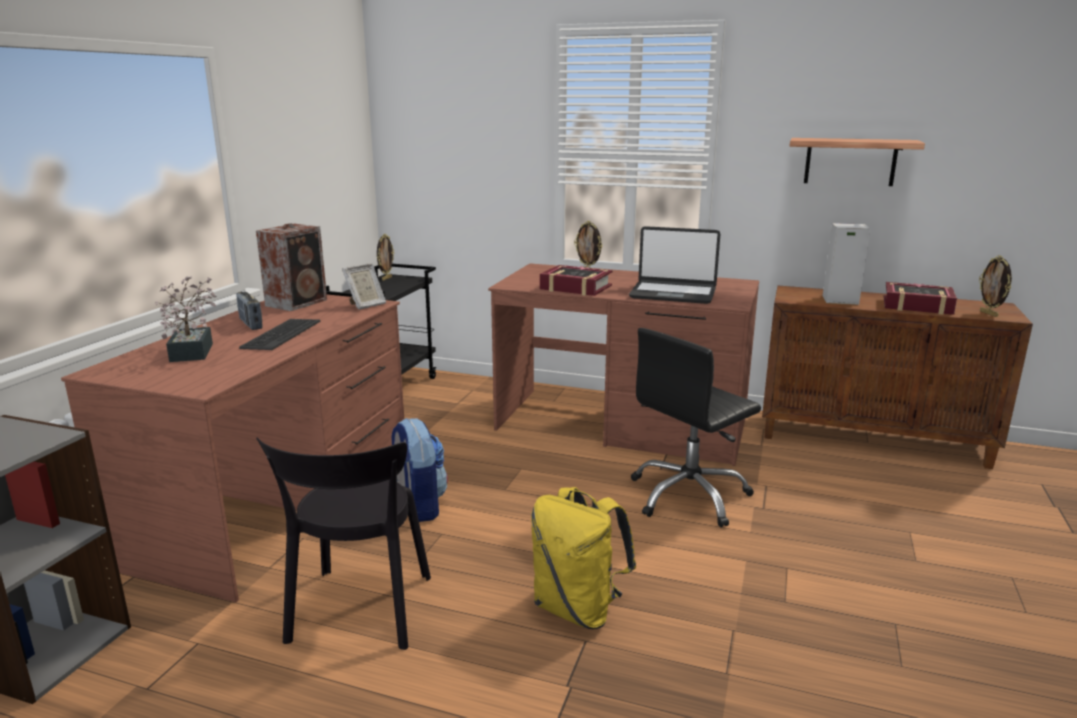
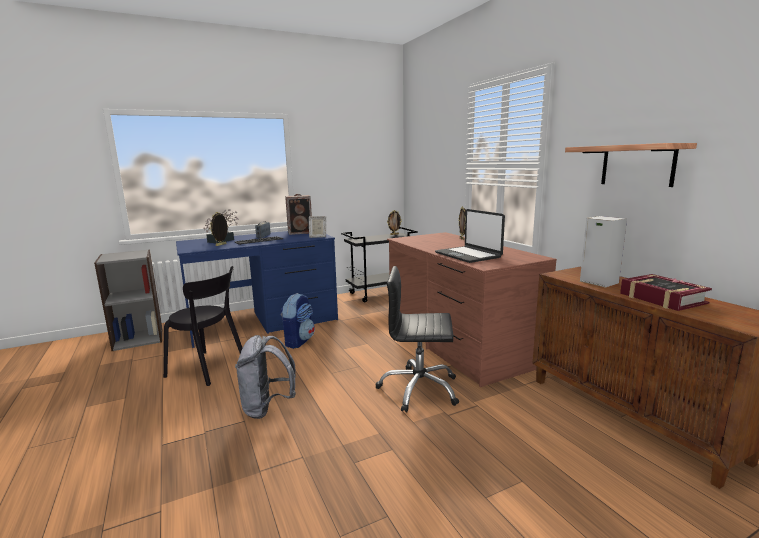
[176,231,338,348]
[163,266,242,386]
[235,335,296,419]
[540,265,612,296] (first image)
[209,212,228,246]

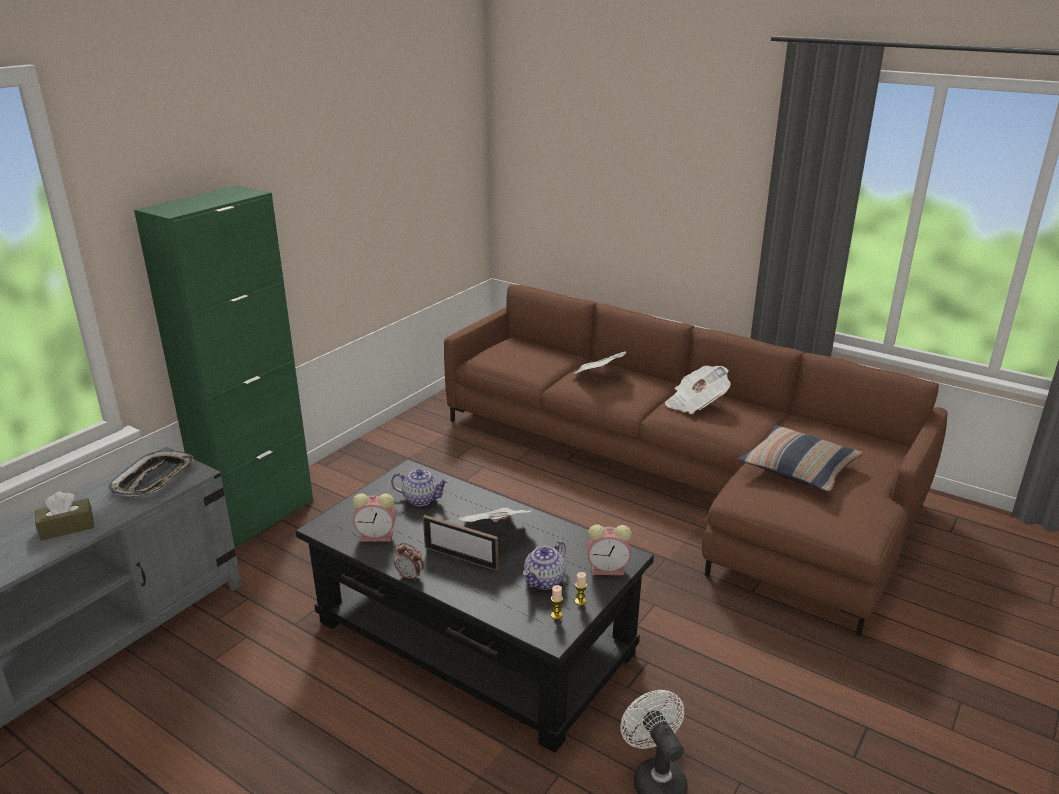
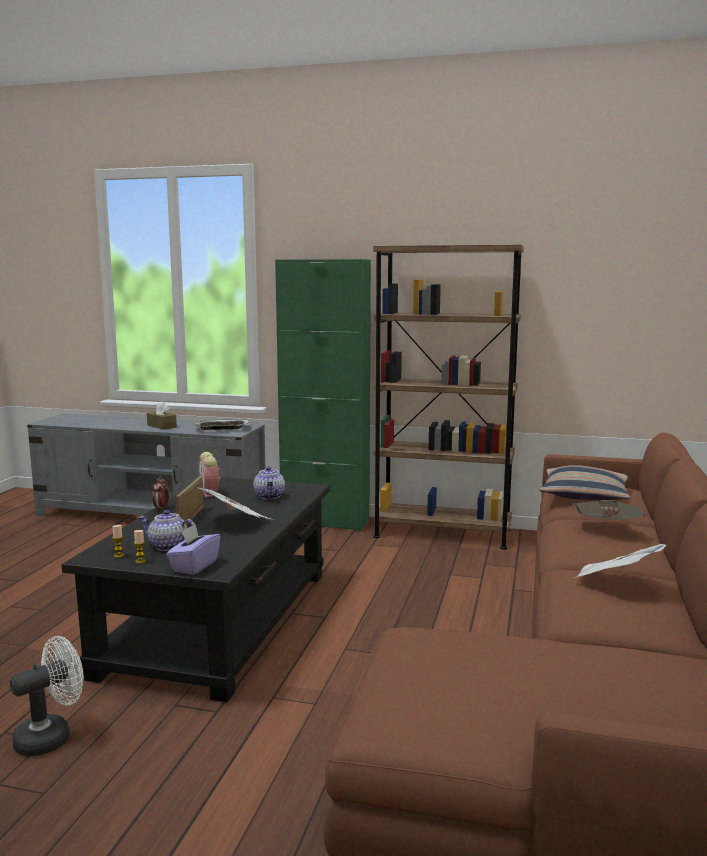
[166,524,221,575]
[540,465,630,500]
[373,245,524,550]

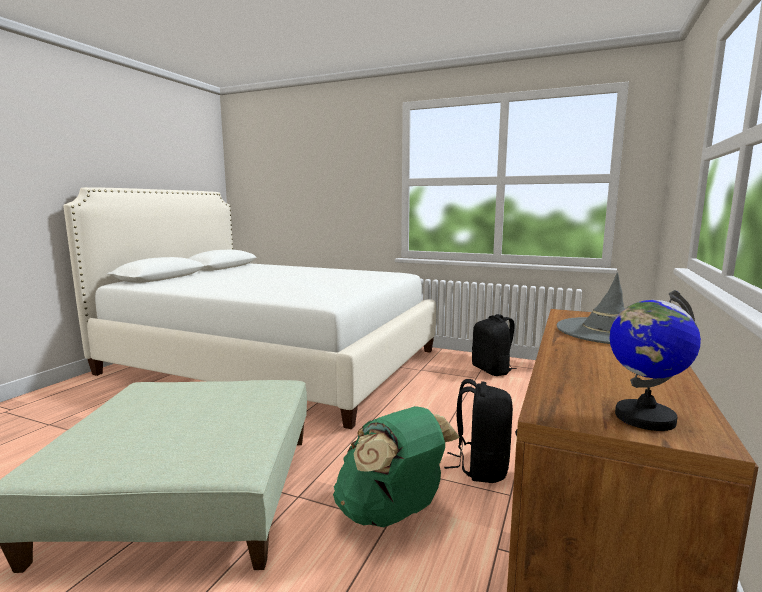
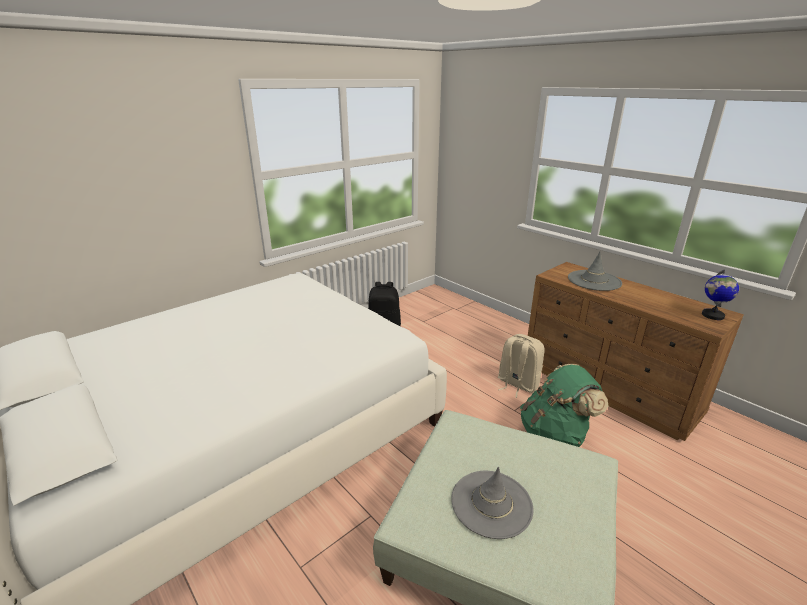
[498,334,545,398]
[451,467,534,539]

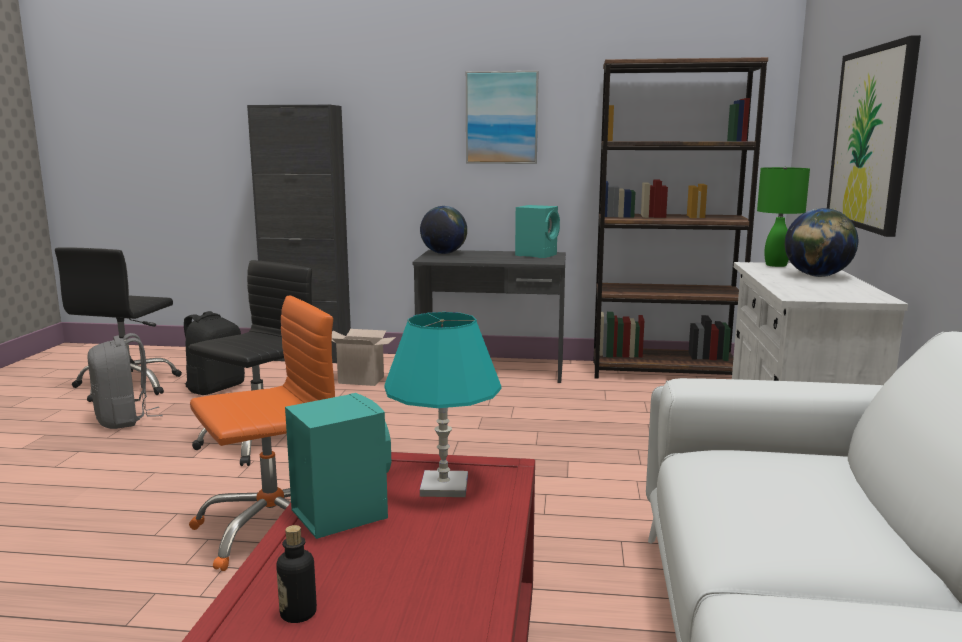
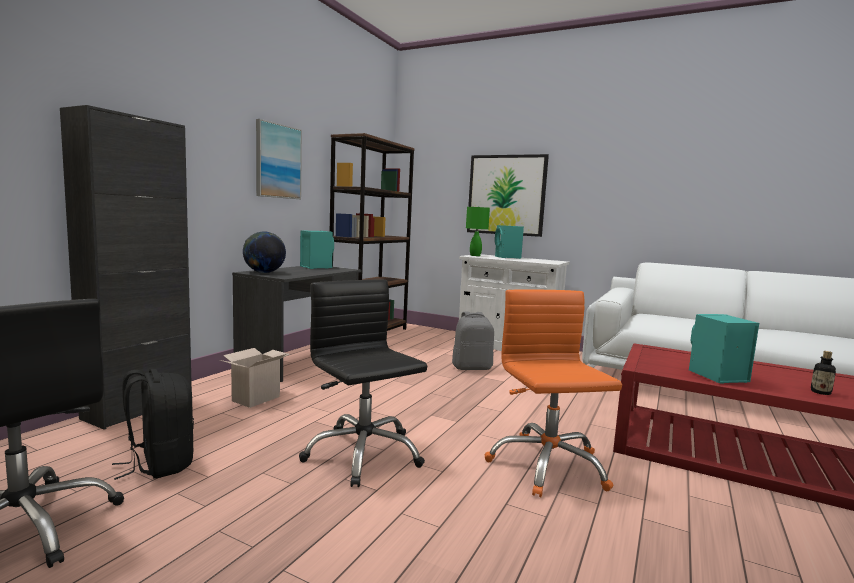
[452,312,494,370]
[384,312,502,497] (first image)
[495,225,524,259]

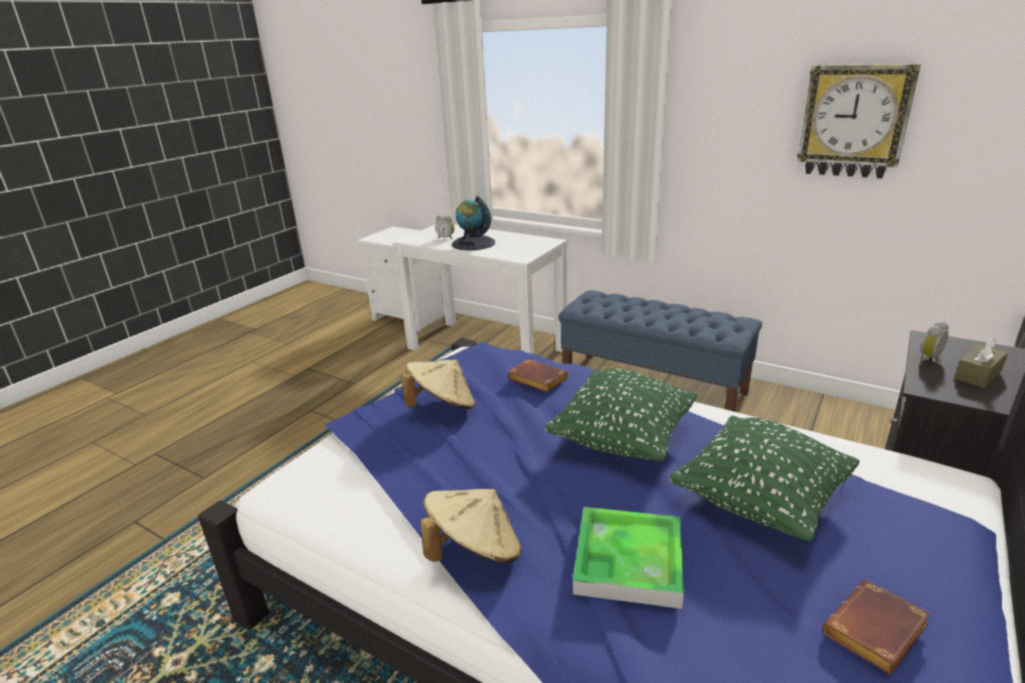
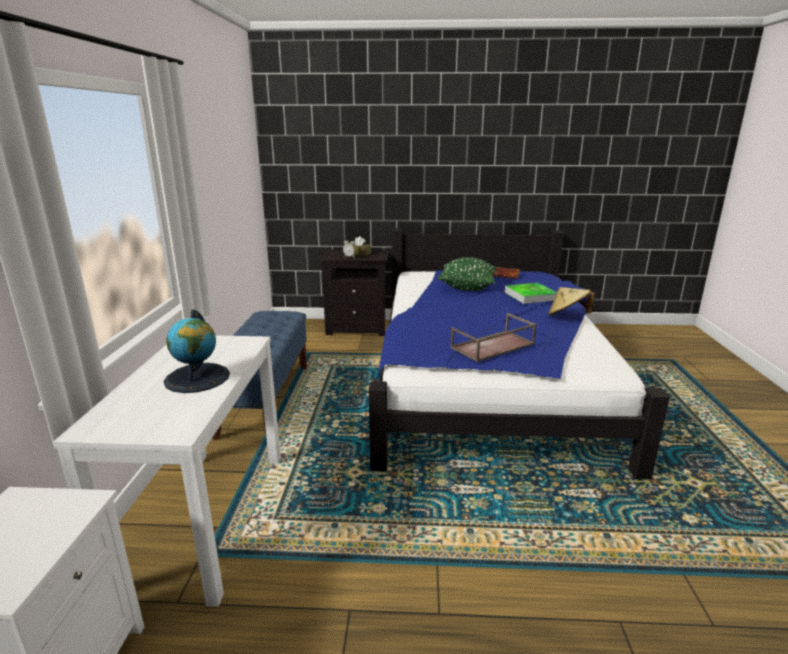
[450,313,537,362]
[435,215,455,240] (first image)
[508,359,568,392] (first image)
[545,369,698,461] (first image)
[797,64,921,179] (first image)

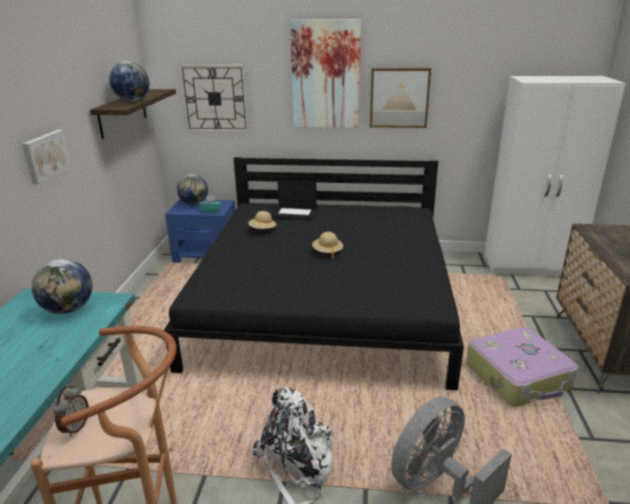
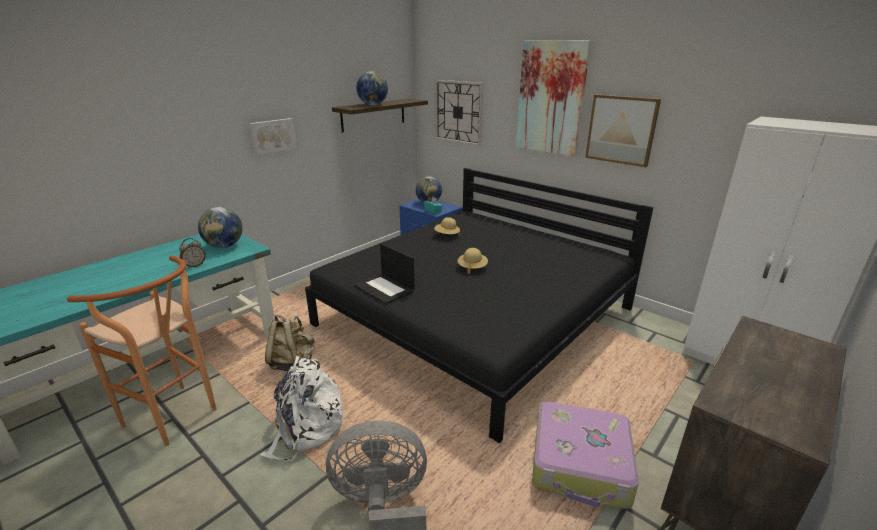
[179,238,206,268]
[354,243,415,305]
[265,315,315,371]

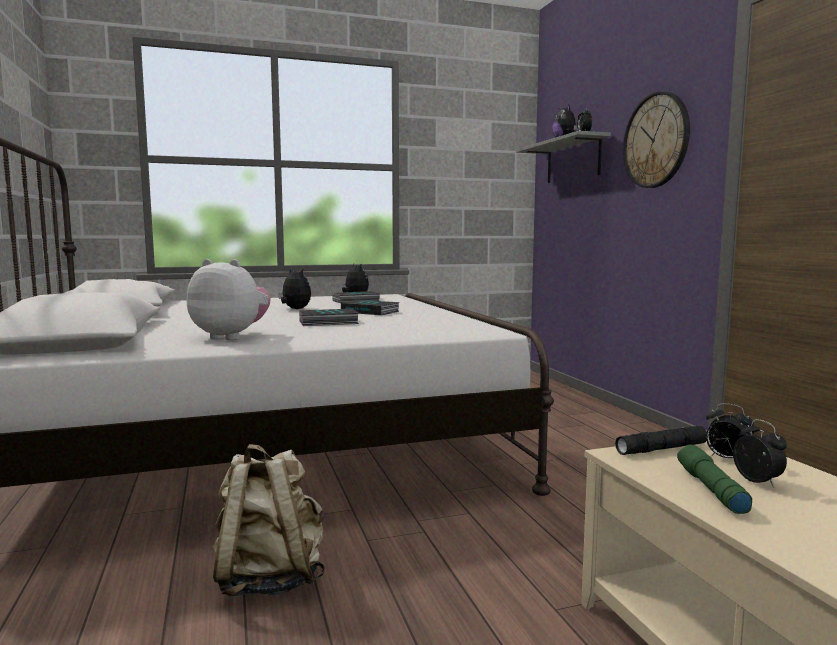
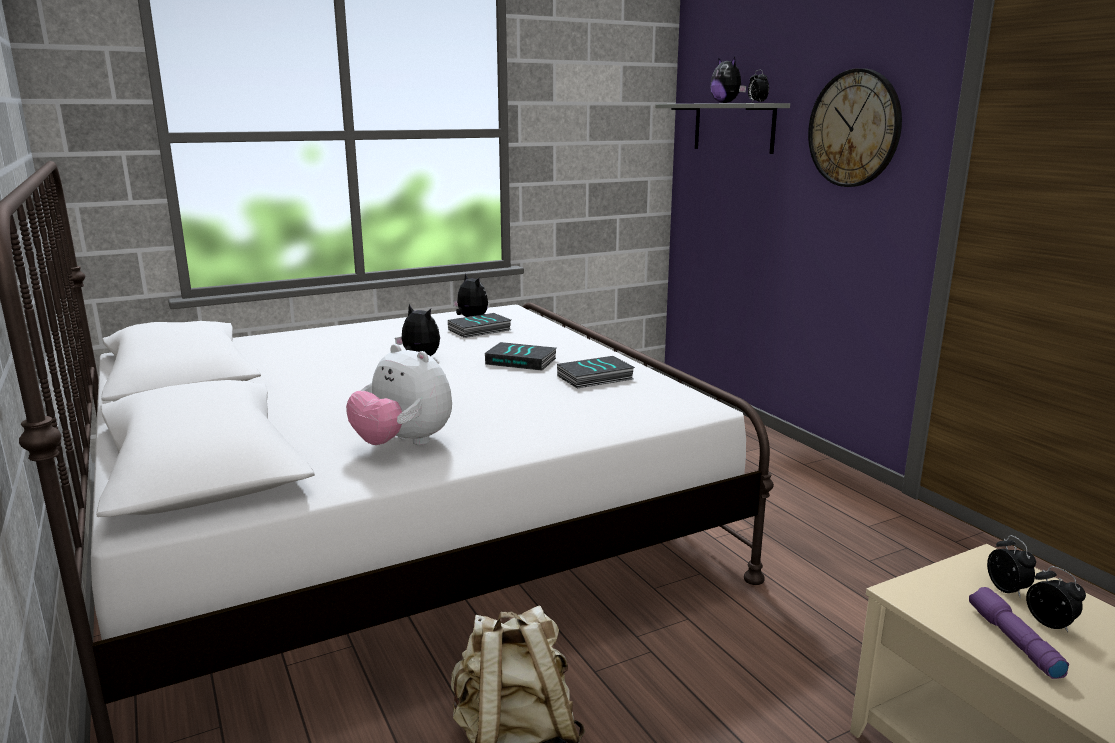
[346,344,452,445]
[557,356,635,388]
[615,426,707,455] (first image)
[969,587,1069,679]
[987,535,1036,597]

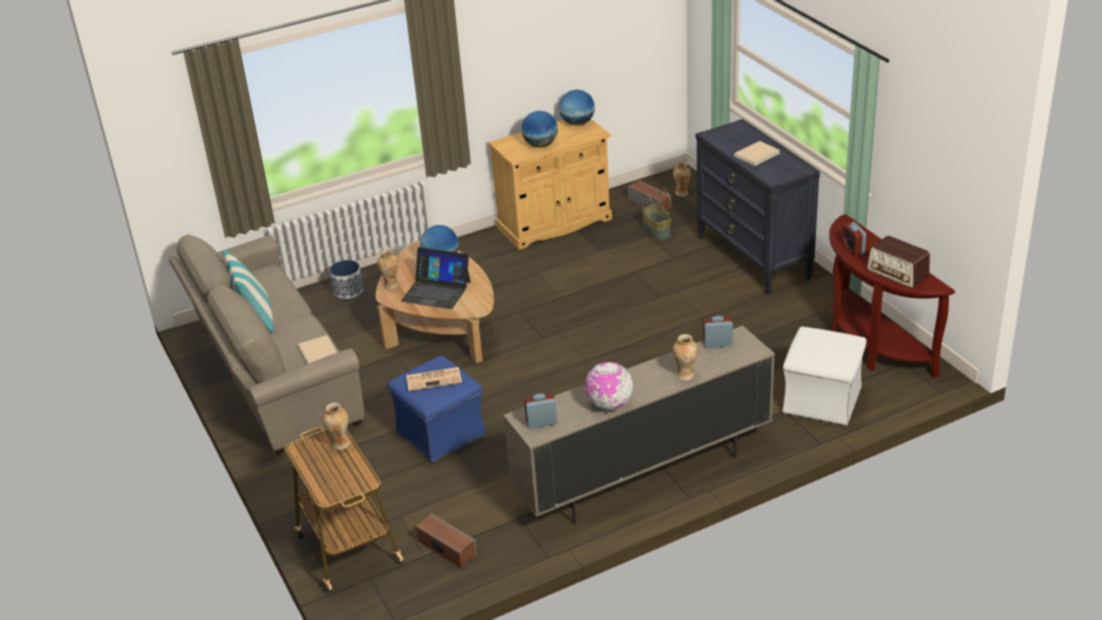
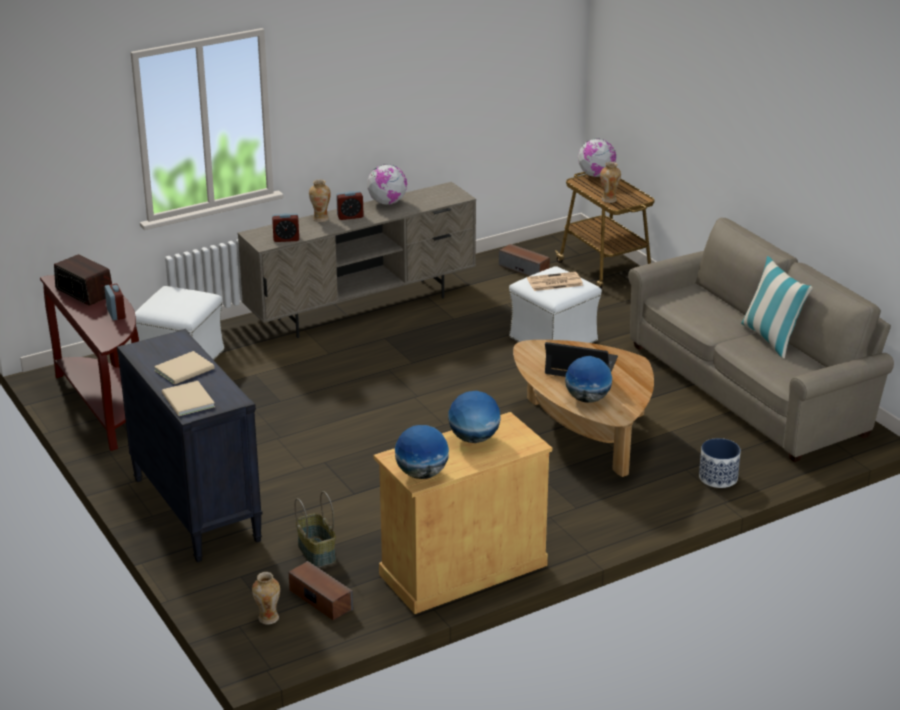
[162,381,215,416]
[377,249,399,289] (first image)
[509,266,602,343]
[336,191,364,220]
[578,138,616,177]

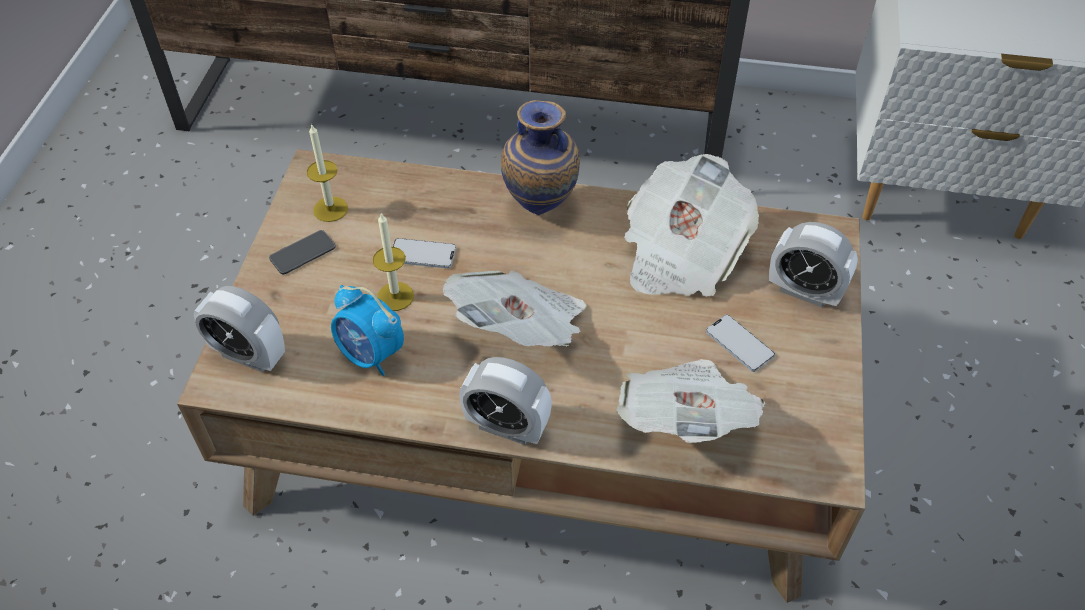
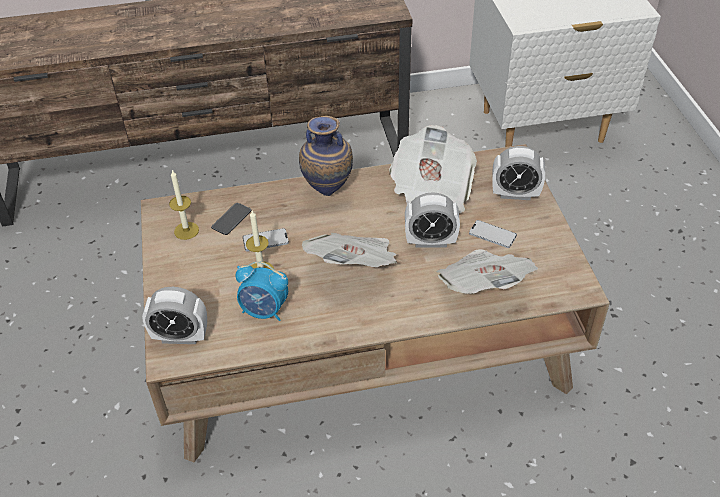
[211,203,251,235]
[405,192,460,248]

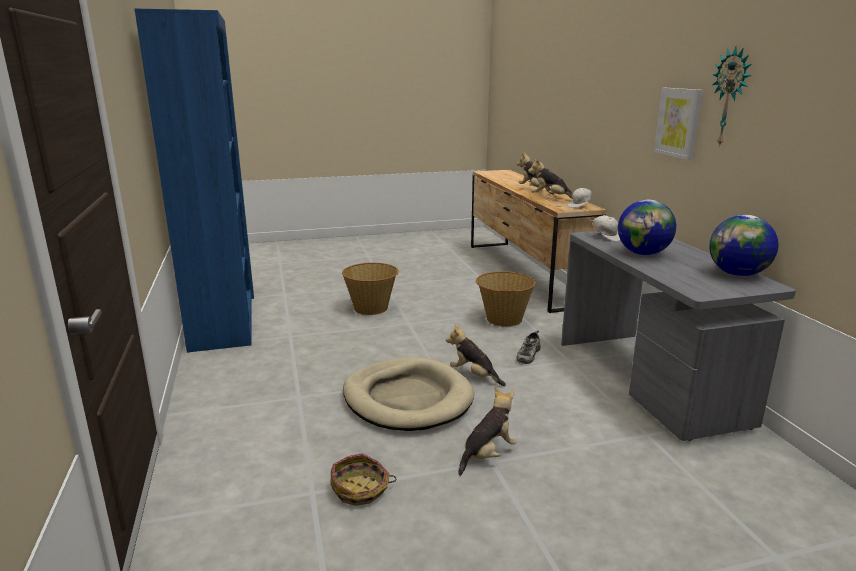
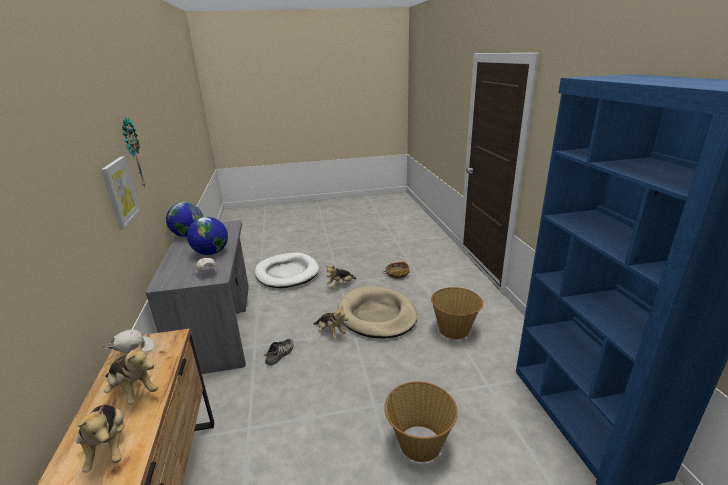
[431,287,483,339]
[255,253,319,288]

